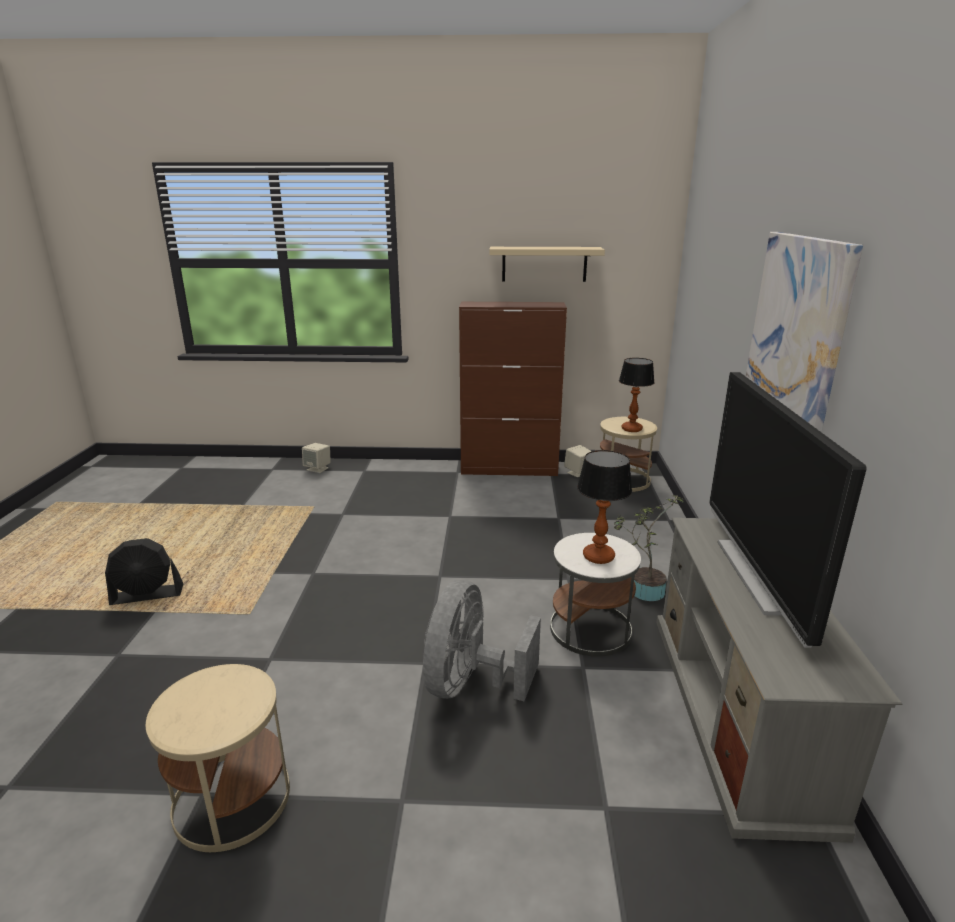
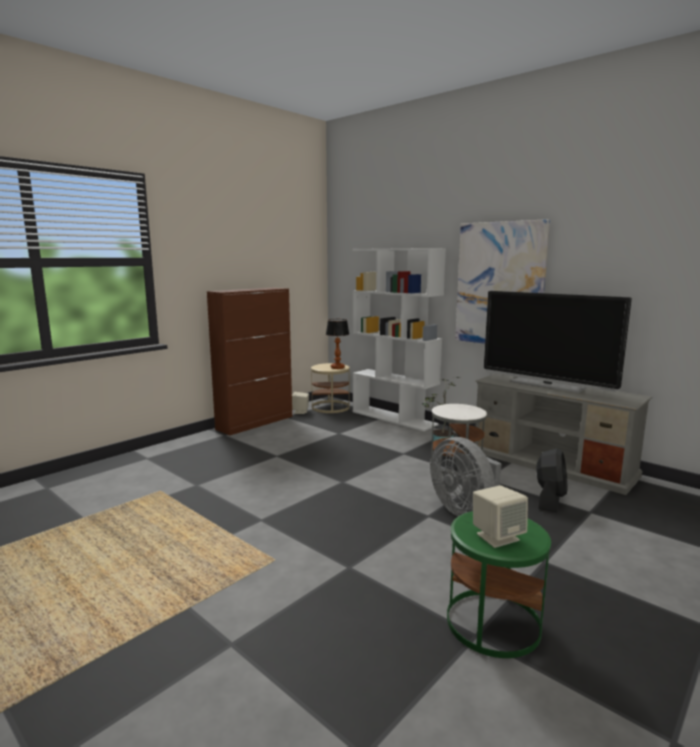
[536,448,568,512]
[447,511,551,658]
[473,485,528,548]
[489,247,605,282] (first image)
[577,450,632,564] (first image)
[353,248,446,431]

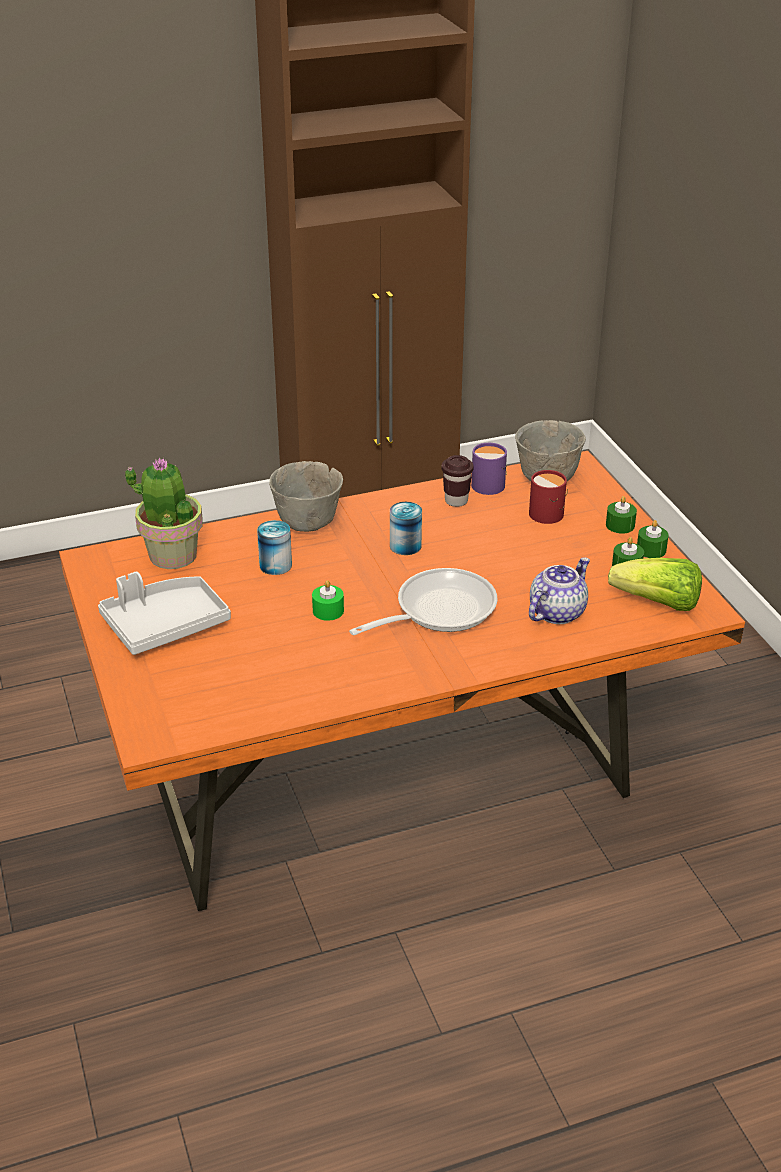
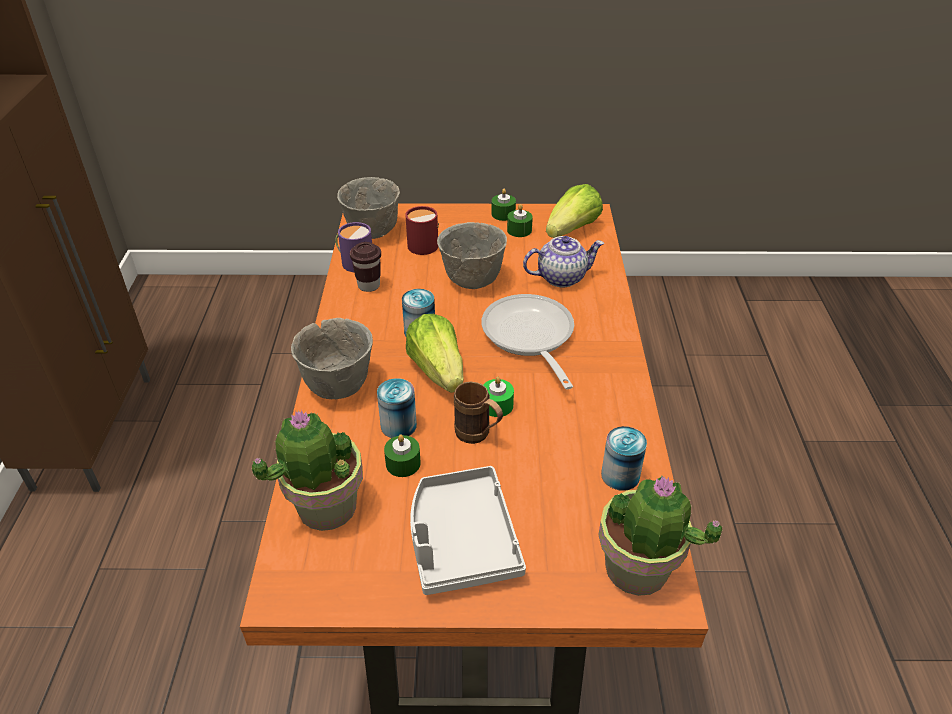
[523,236,604,287]
[384,434,421,477]
[406,314,463,393]
[437,222,507,289]
[454,381,503,444]
[598,476,722,596]
[601,426,647,491]

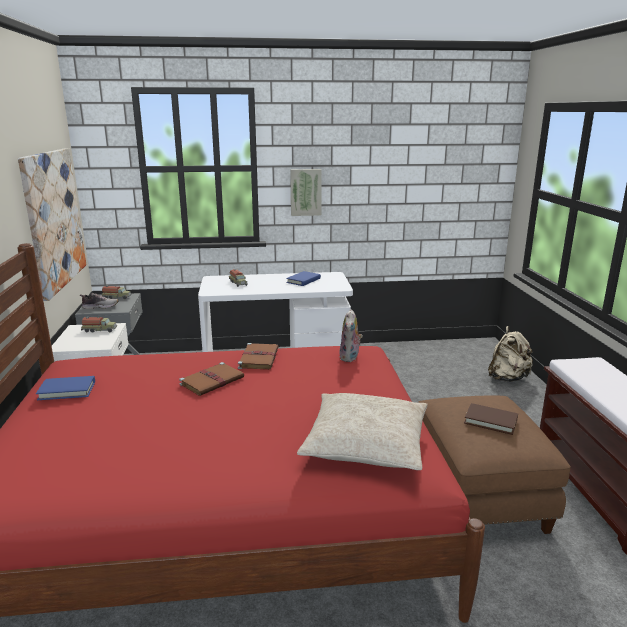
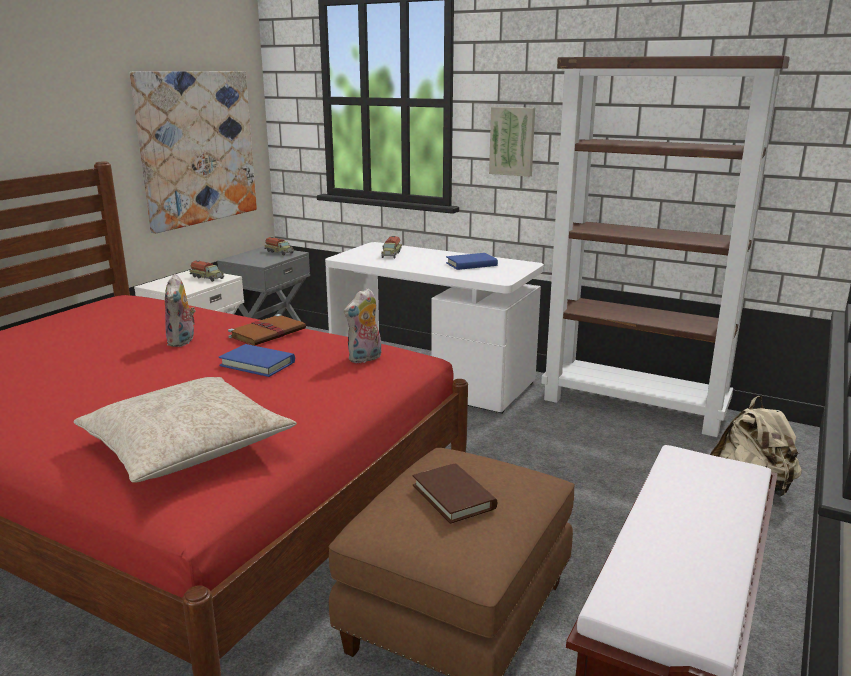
[219,344,295,377]
[80,293,118,309] (first image)
[165,274,196,347]
[541,55,790,437]

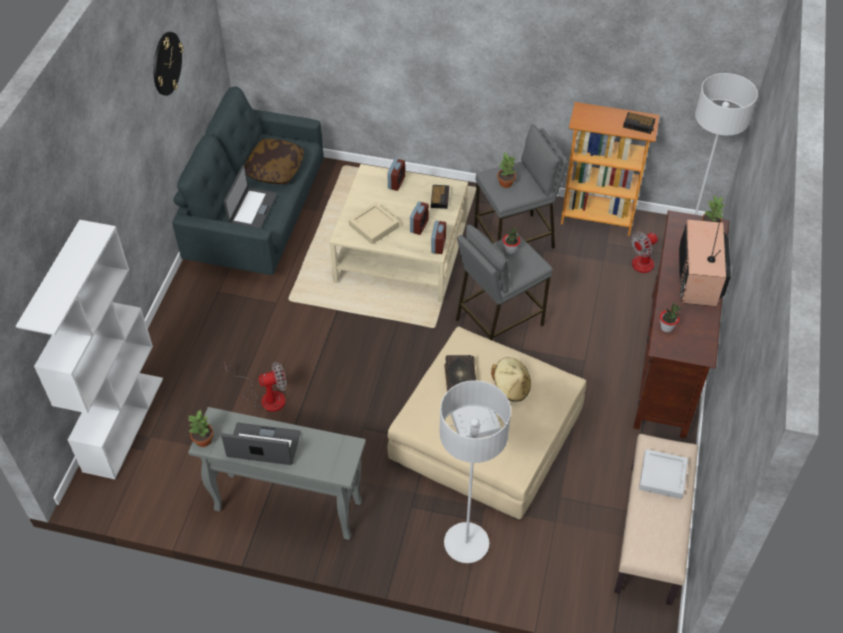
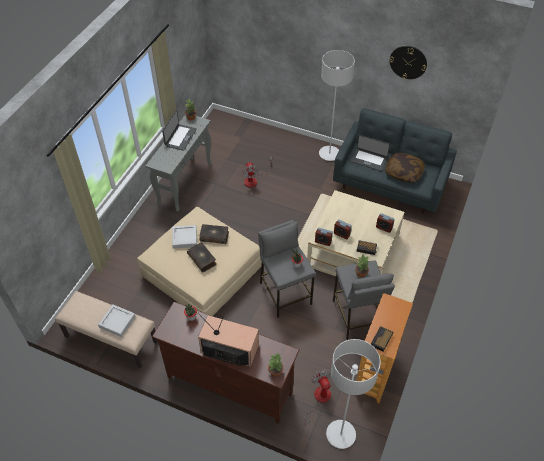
[16,220,163,479] (first image)
[349,202,399,244] (first image)
[319,50,355,161]
[187,242,217,273]

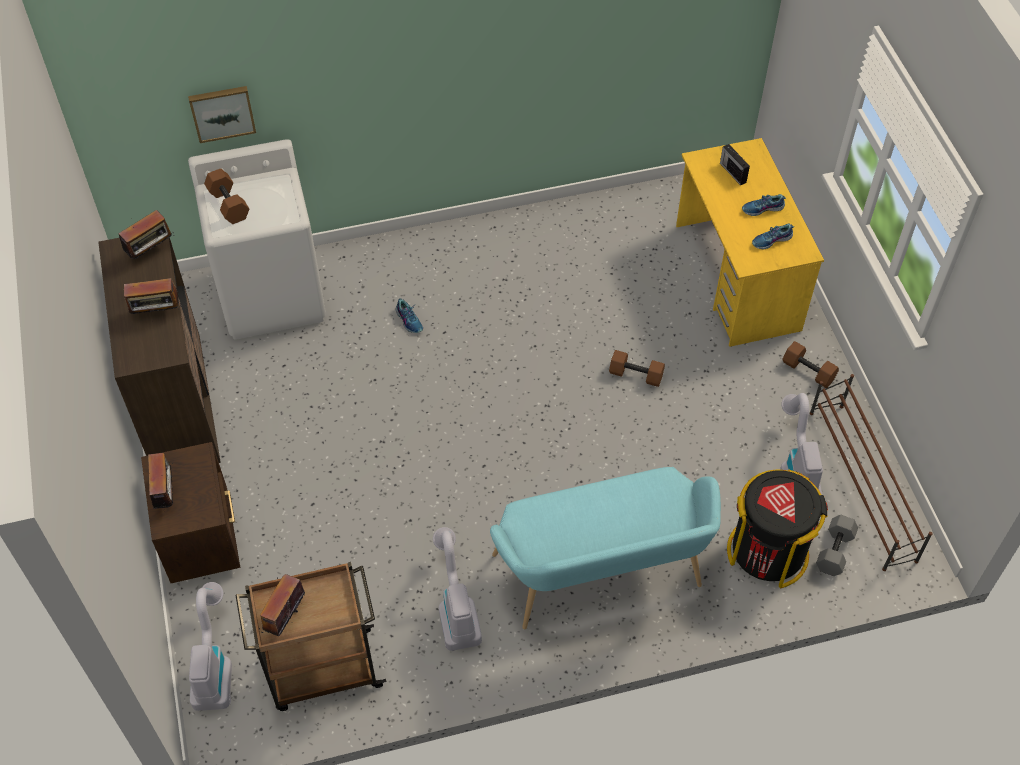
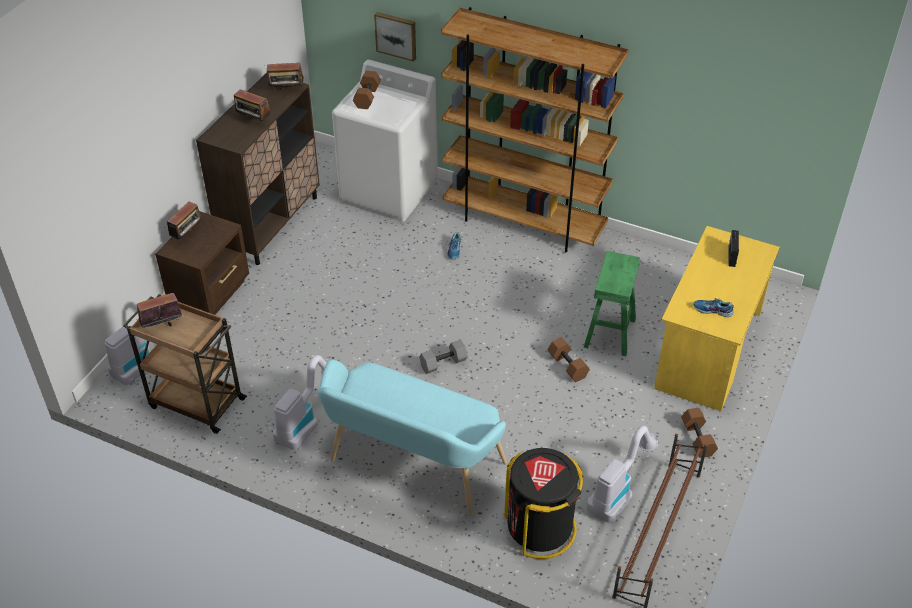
[742,194,786,216] (first image)
[419,340,468,374]
[441,7,629,252]
[583,251,640,356]

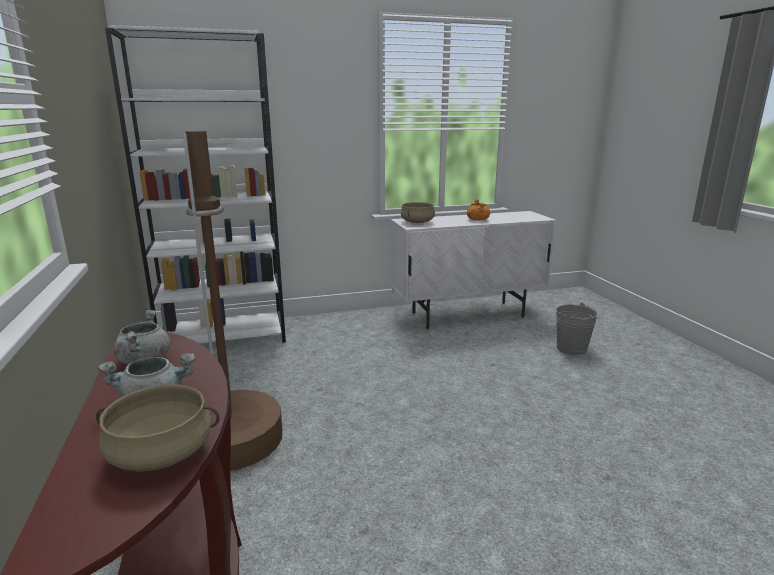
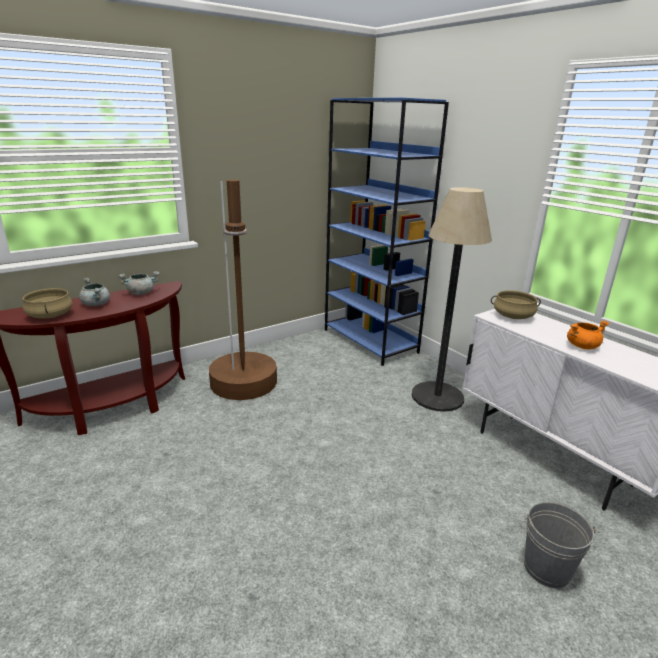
[325,98,449,366]
[411,187,492,412]

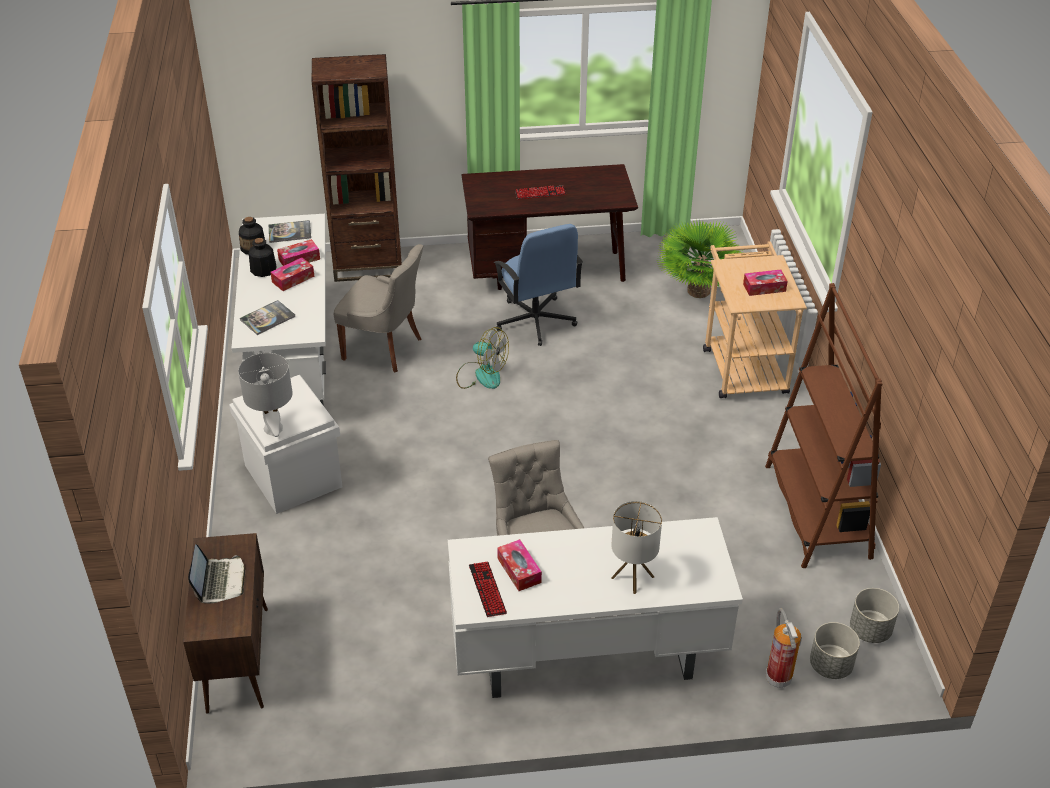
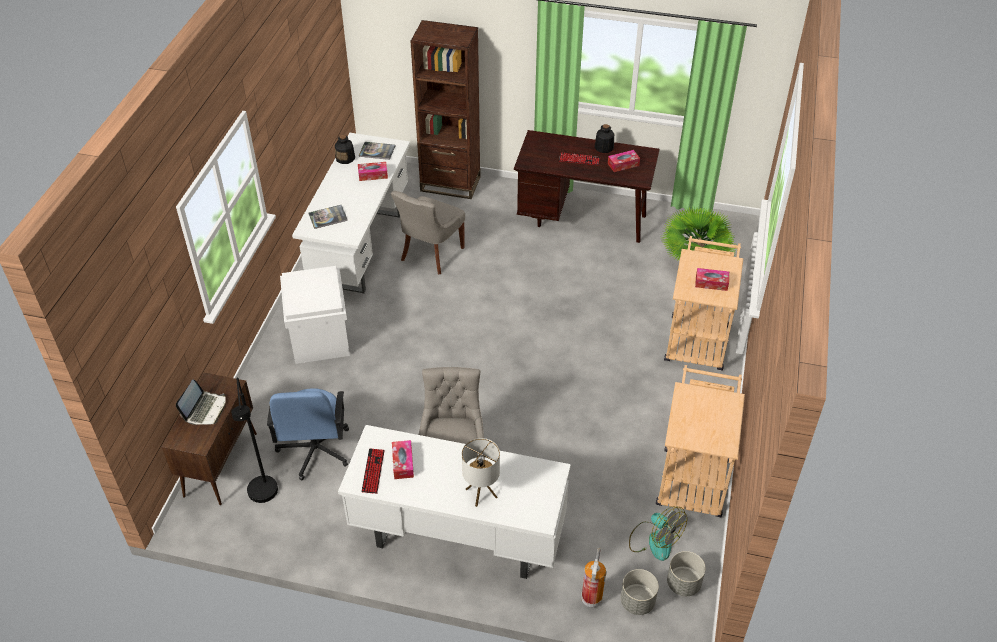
[238,353,292,437] (first image)
[595,124,614,153]
[608,150,640,172]
[391,191,465,274]
[629,506,687,561]
[267,388,349,480]
[656,365,745,517]
[231,377,278,503]

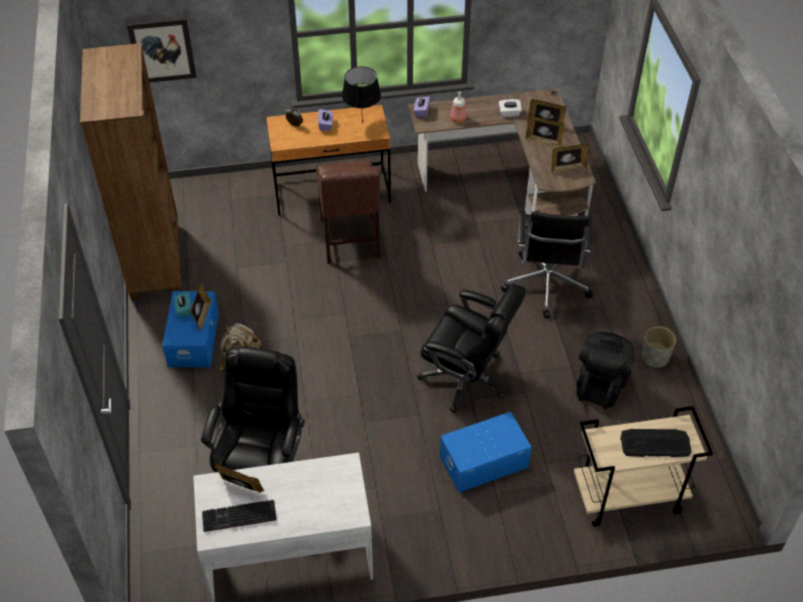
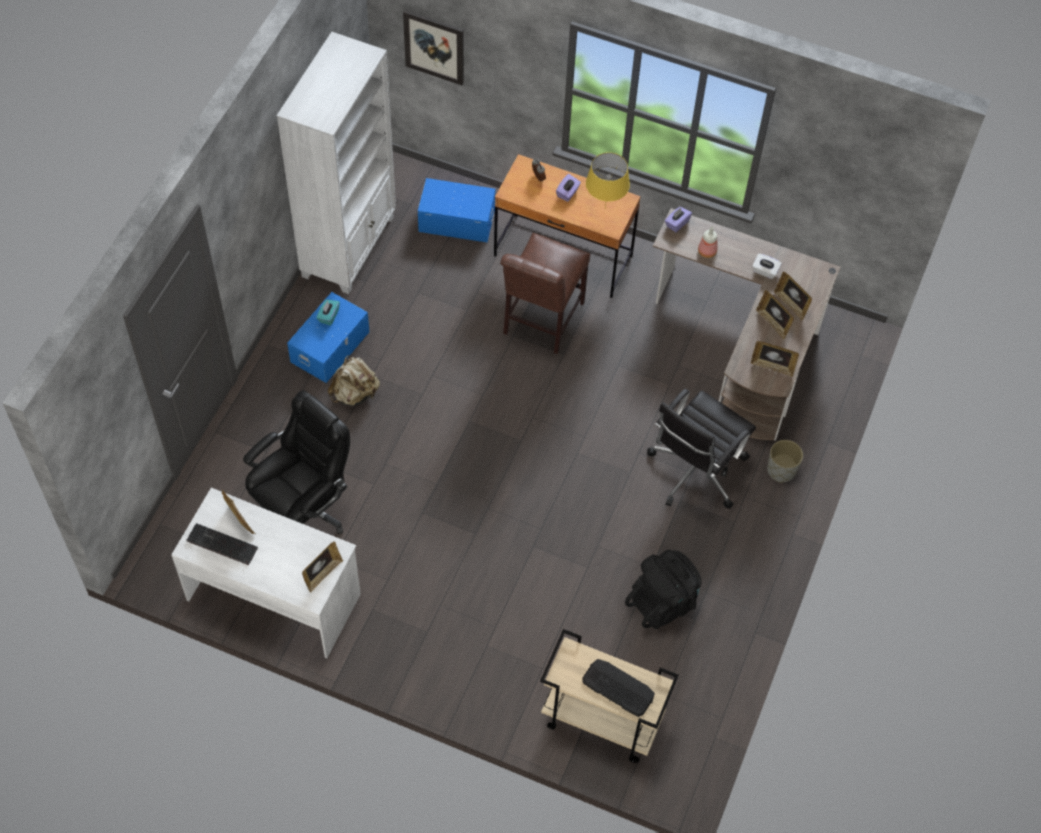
[277,32,396,294]
[302,542,343,593]
[586,152,630,208]
[417,284,526,413] (first image)
[418,178,495,243]
[767,440,803,483]

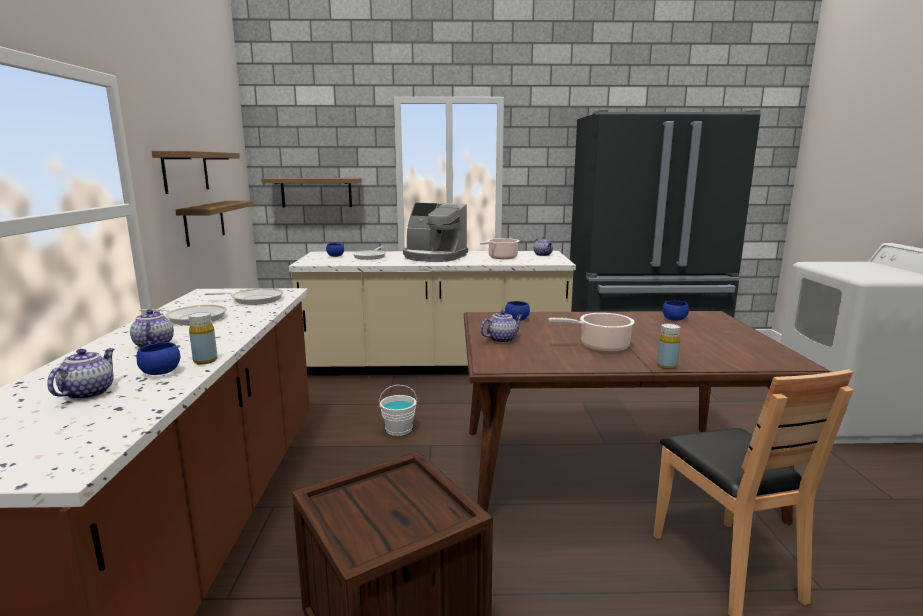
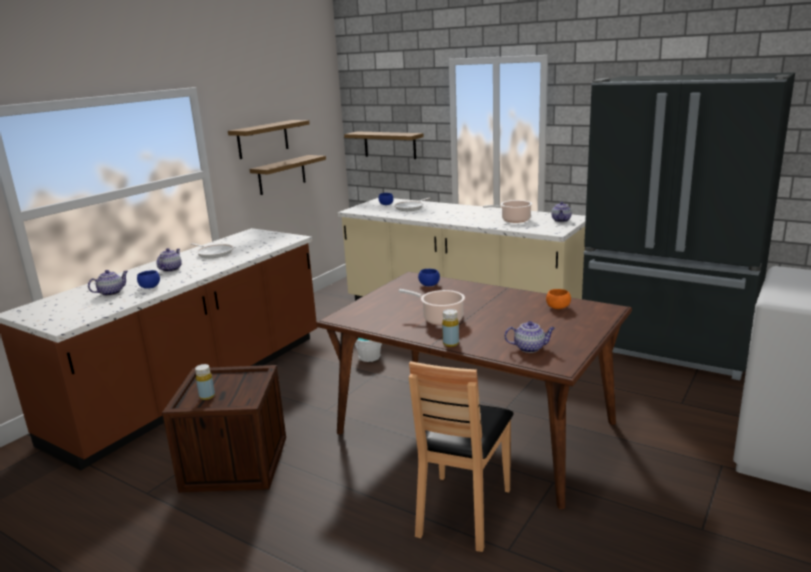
[195,364,215,400]
[205,288,284,305] (first image)
[403,203,468,262] (first image)
[504,321,555,353]
[546,289,571,309]

